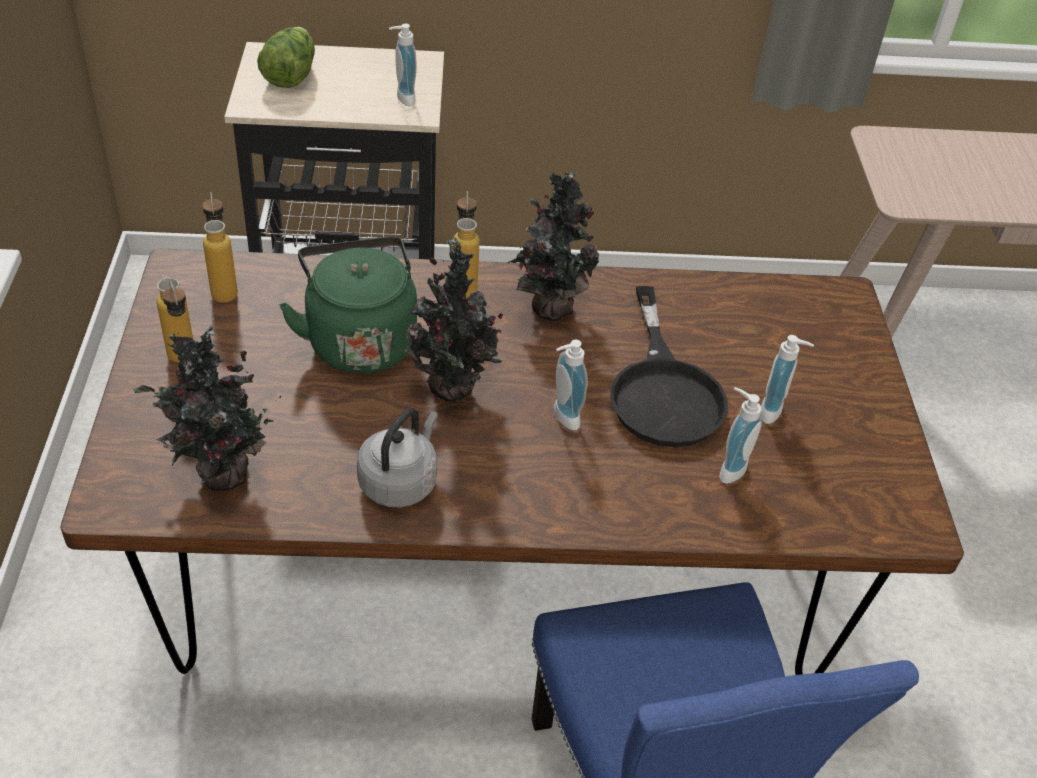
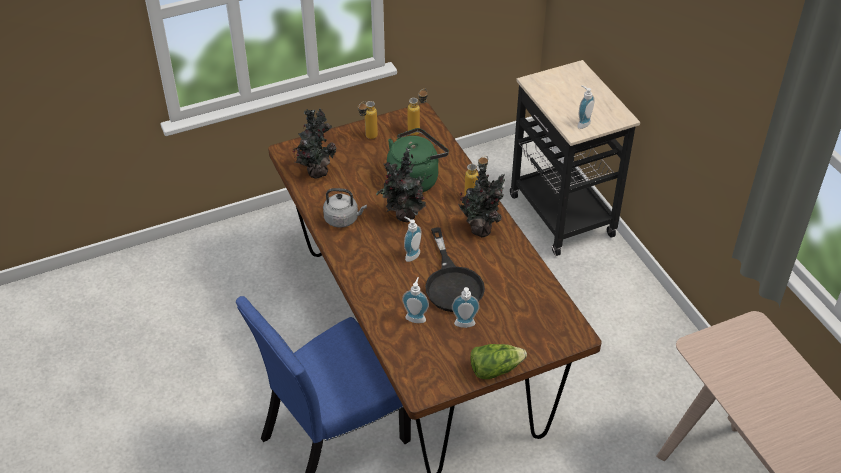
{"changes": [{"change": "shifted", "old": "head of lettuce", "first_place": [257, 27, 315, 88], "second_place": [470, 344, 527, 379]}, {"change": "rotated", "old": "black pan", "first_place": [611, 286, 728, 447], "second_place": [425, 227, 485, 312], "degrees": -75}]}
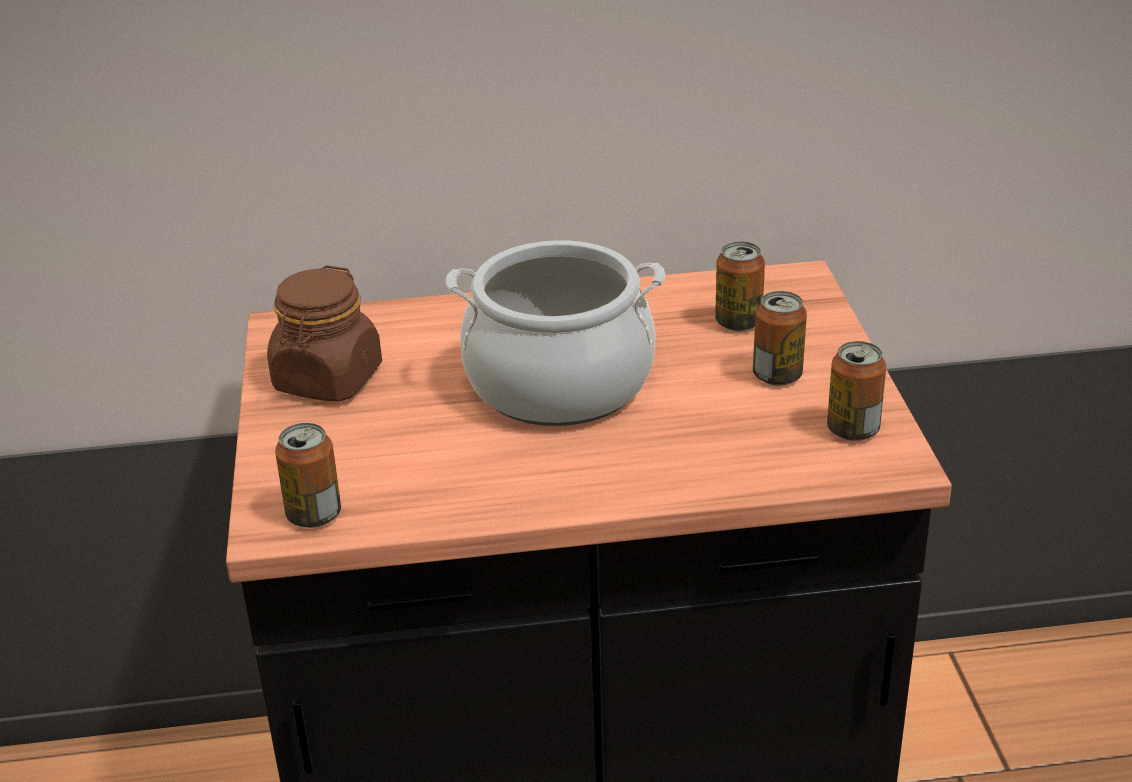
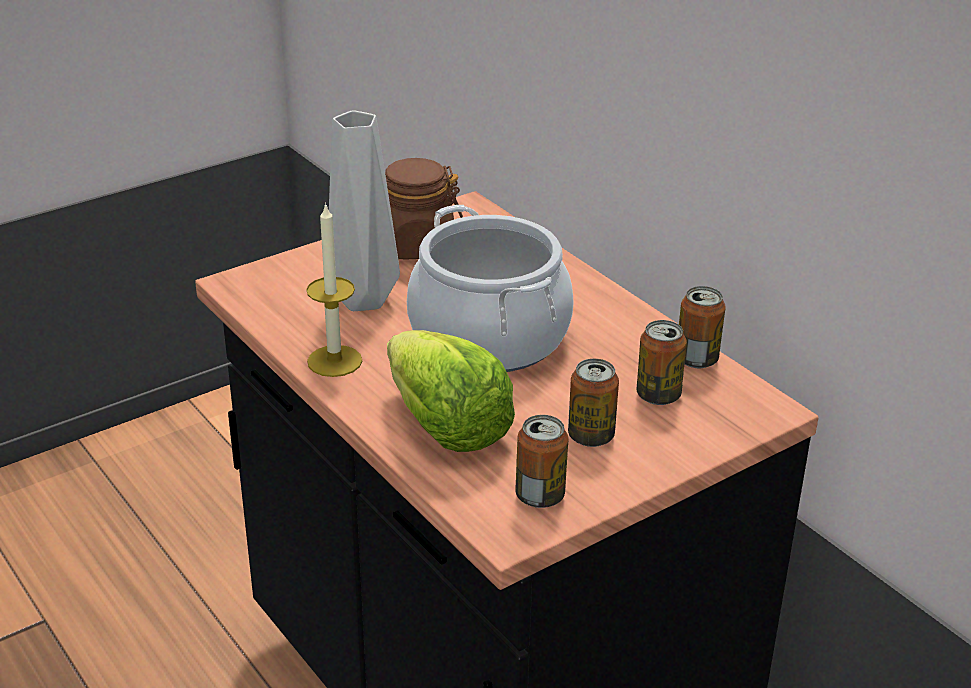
{"changes": [{"change": "shifted", "old": "metal can", "first_place": [275, 423, 341, 528], "second_place": [679, 286, 726, 368]}, {"change": "new", "new": "wax light", "second_place": [306, 202, 362, 377]}, {"change": "new", "new": "greyish decorative vase", "second_place": [329, 110, 400, 311]}, {"change": "new", "new": "head of lettuce", "second_place": [387, 330, 515, 452]}]}
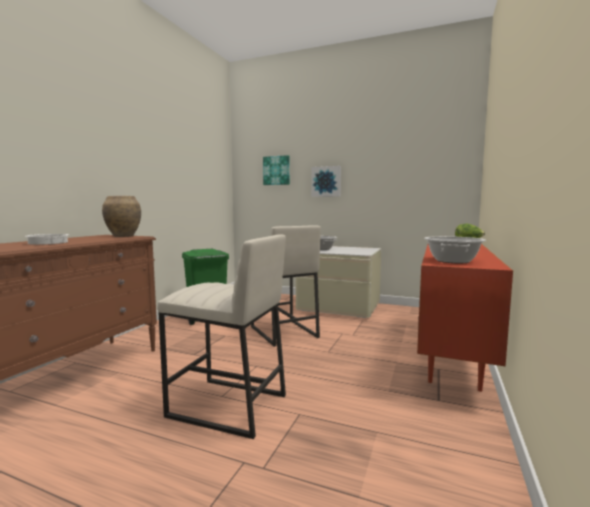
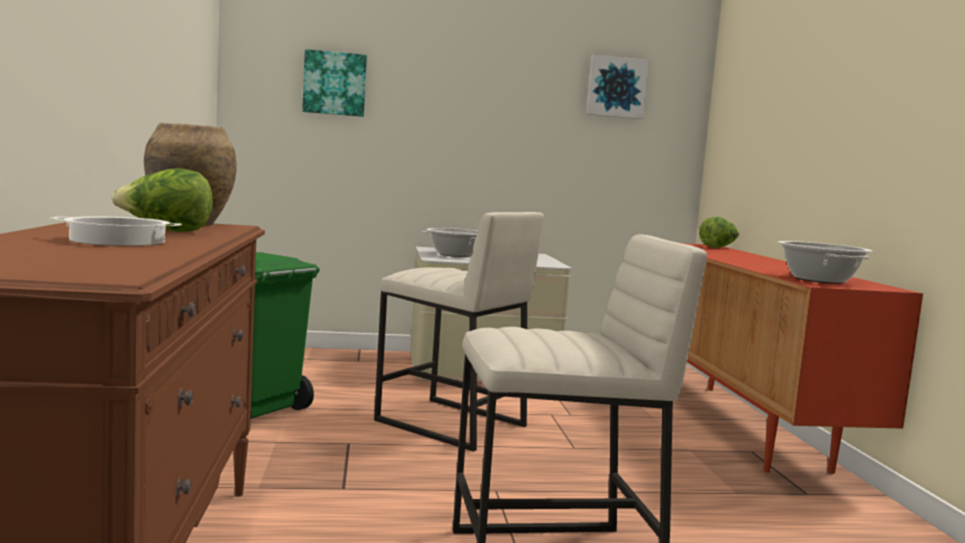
{"changes": [{"change": "shifted", "old": "picture", "first_place": [311, 166, 341, 197], "second_place": [586, 55, 649, 119]}, {"change": "new", "new": "head of lettuce", "second_place": [111, 168, 213, 232]}]}
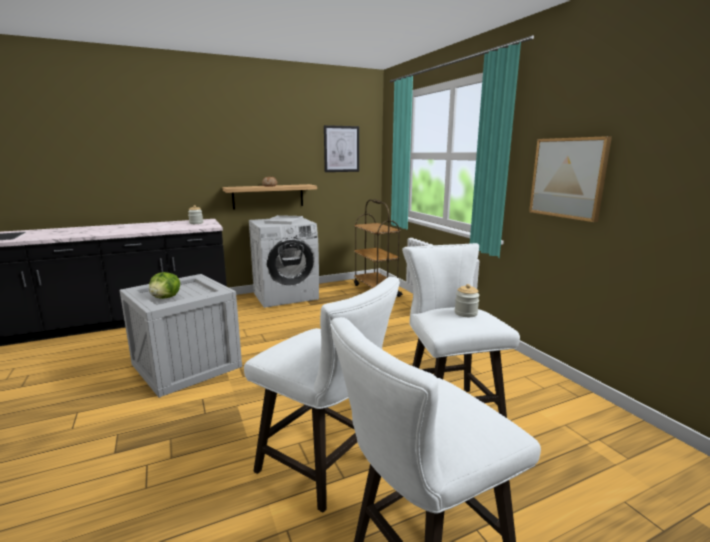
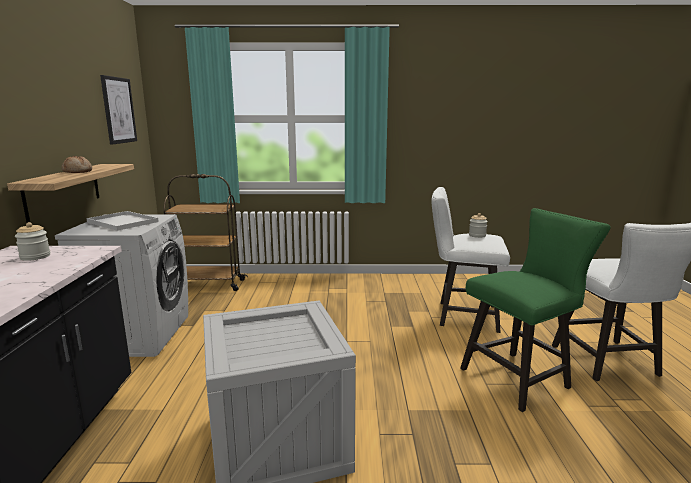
{"changes": [{"change": "gone", "old": "head of lettuce", "first_place": [149, 272, 180, 299]}, {"change": "repainted", "old": "white-coloured stool seat", "new": "green-coloured stool seat", "first_place": [244, 277, 400, 512], "second_place": [460, 208, 611, 412]}, {"change": "gone", "old": "picture", "first_place": [529, 136, 612, 222]}]}
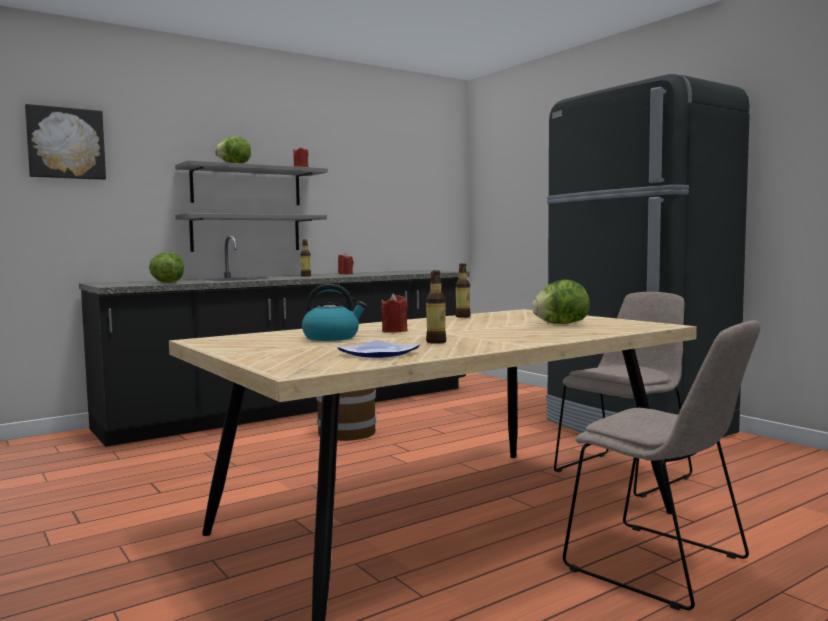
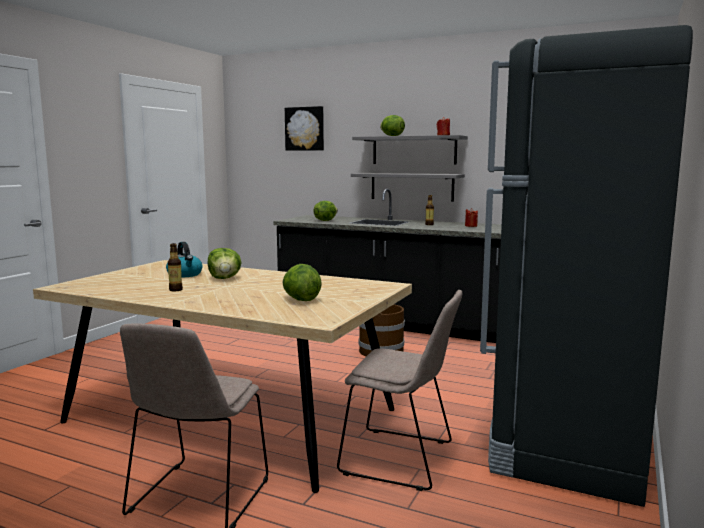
{"changes": [{"change": "gone", "old": "dinner plate", "first_place": [337, 340, 420, 358]}, {"change": "swapped", "old": "reddish wax light", "new": "head of lettuce", "first_place": [381, 294, 408, 333], "second_place": [208, 248, 242, 279]}, {"change": "gone", "old": "beverage bottle", "first_place": [455, 263, 471, 318]}]}
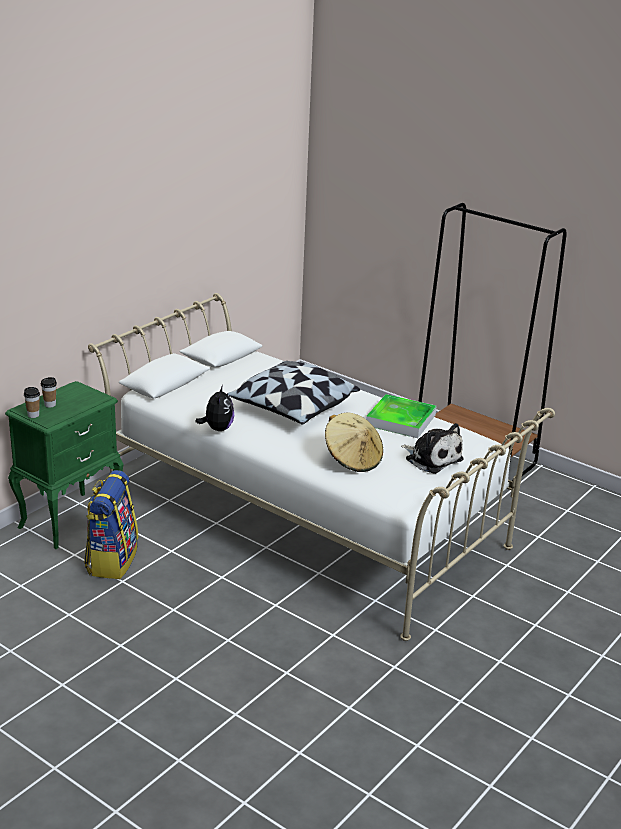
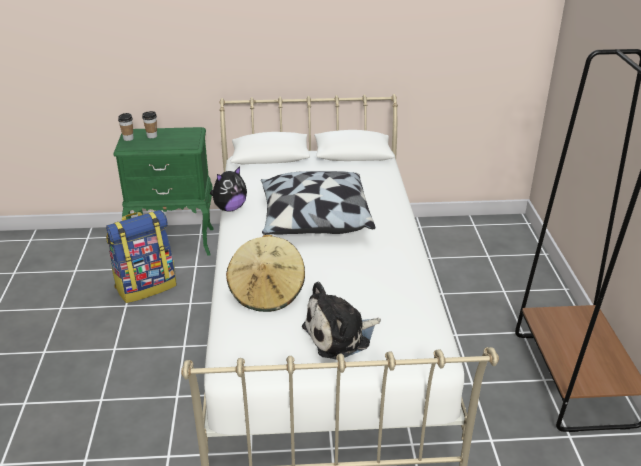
{"changes": [{"change": "gone", "old": "tray", "first_place": [366, 394, 436, 438]}, {"change": "rotated", "old": "cuddly toy", "first_place": [401, 423, 464, 474], "second_place": [302, 282, 381, 360], "degrees": 60}]}
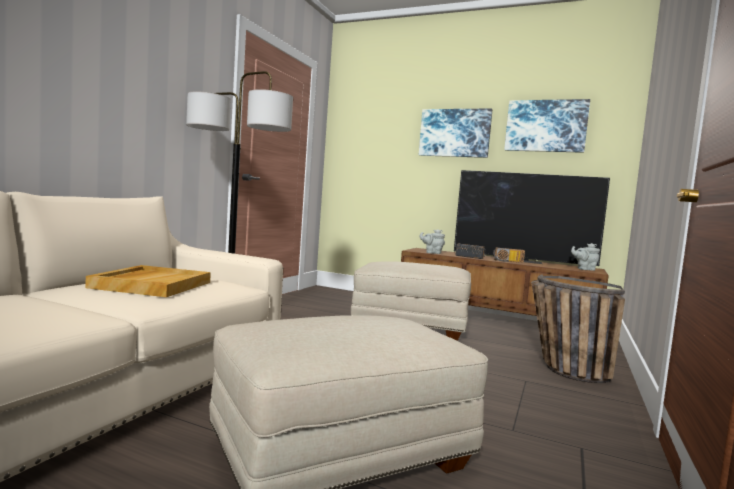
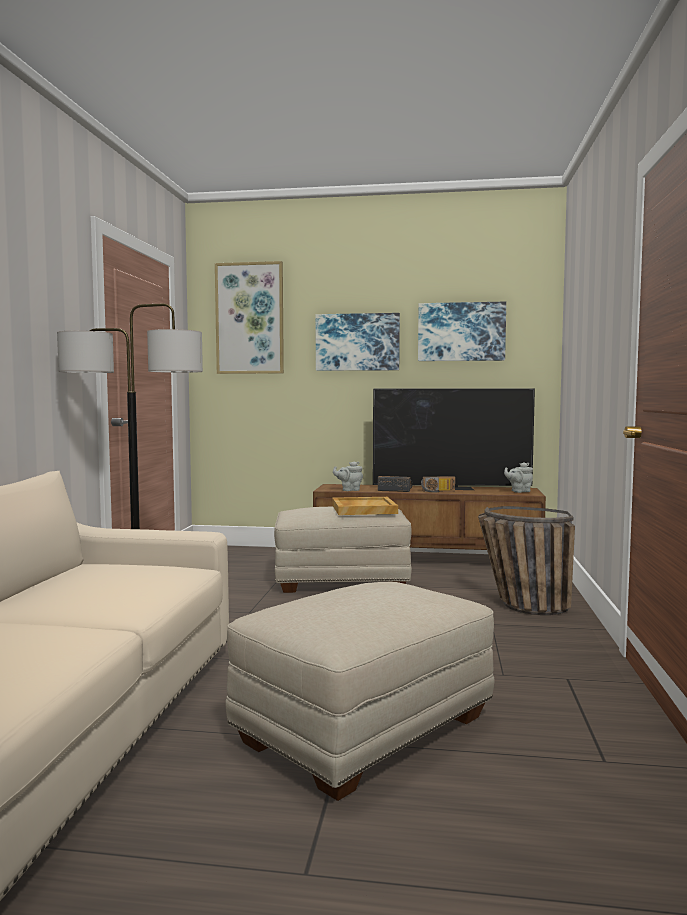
{"changes": [{"change": "shifted", "old": "beige tray", "first_place": [85, 265, 211, 297], "second_place": [332, 497, 398, 515]}, {"change": "new", "new": "picture", "second_place": [215, 261, 284, 374]}]}
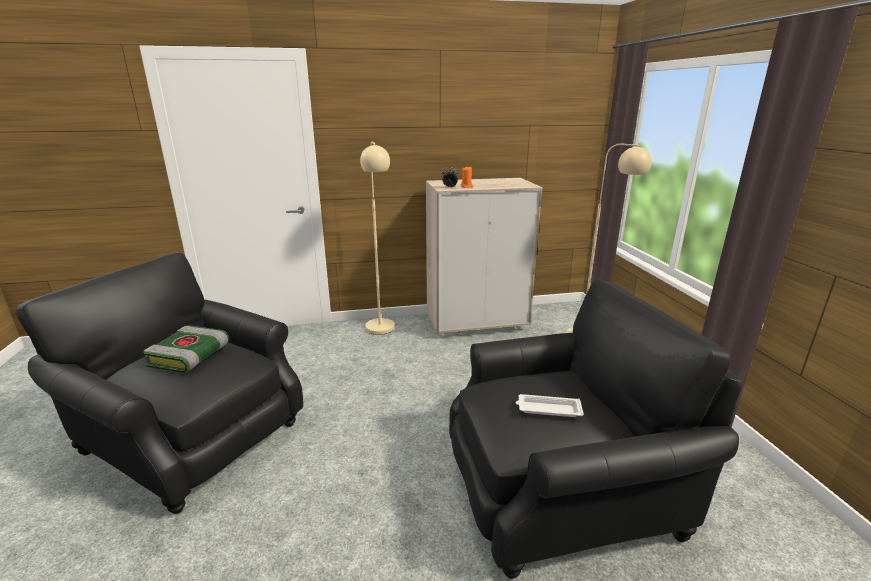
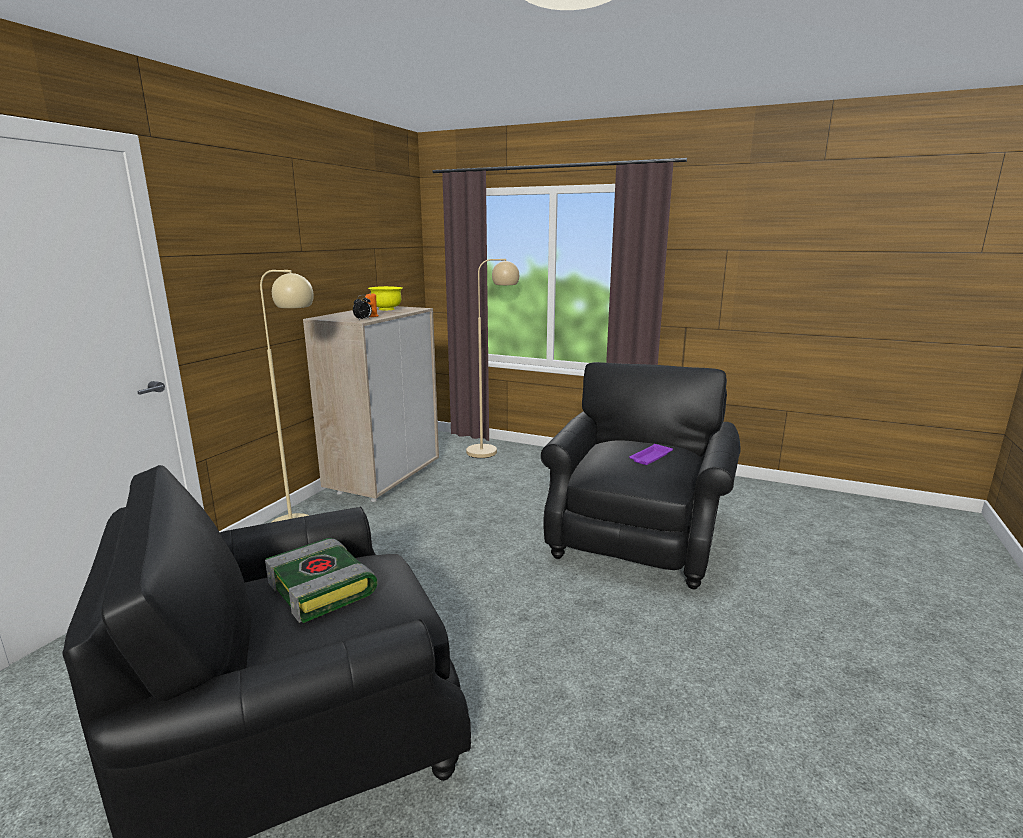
{"changes": [{"change": "repainted", "old": "white-coloured tray", "new": "purple-coloured tray", "first_place": [516, 394, 584, 417], "second_place": [629, 444, 673, 465]}, {"change": "new", "new": "yellow serving bowl", "second_place": [368, 286, 403, 310]}]}
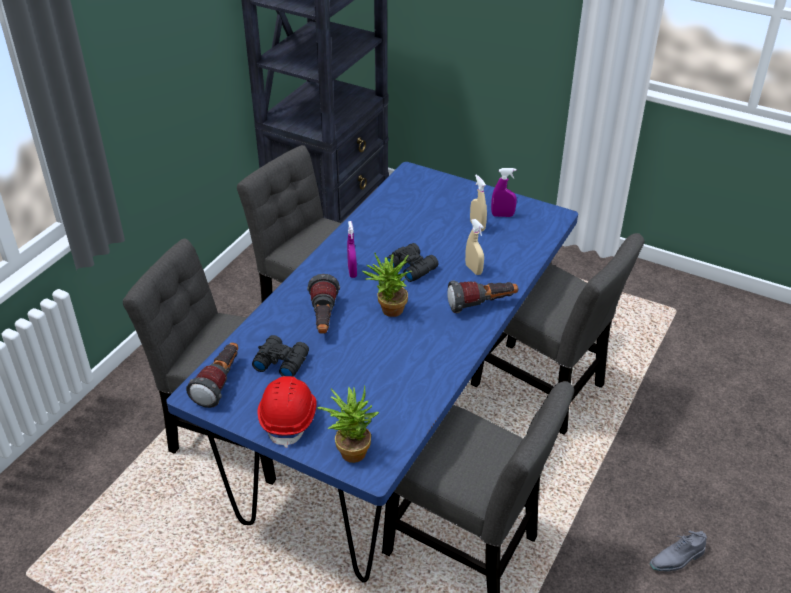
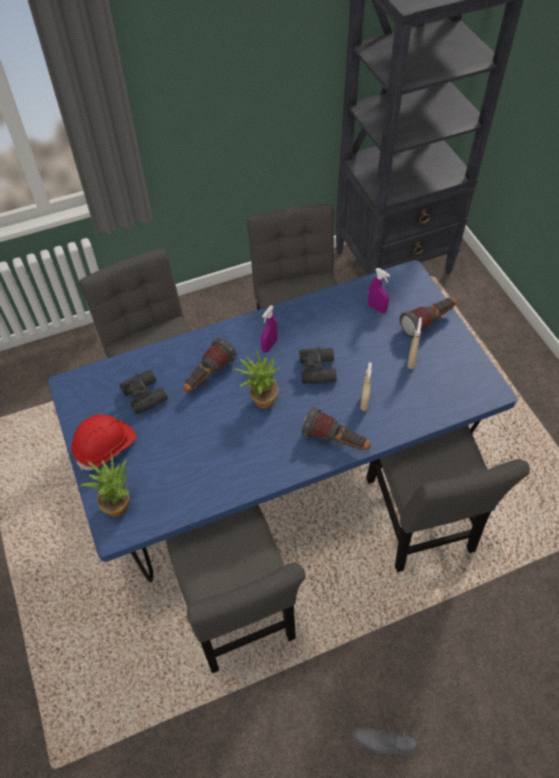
{"changes": [{"change": "shifted", "old": "flashlight", "first_place": [186, 343, 238, 408], "second_place": [400, 297, 457, 339]}, {"change": "shifted", "old": "purple-coloured hand sprayer", "first_place": [491, 168, 517, 217], "second_place": [368, 268, 390, 313]}]}
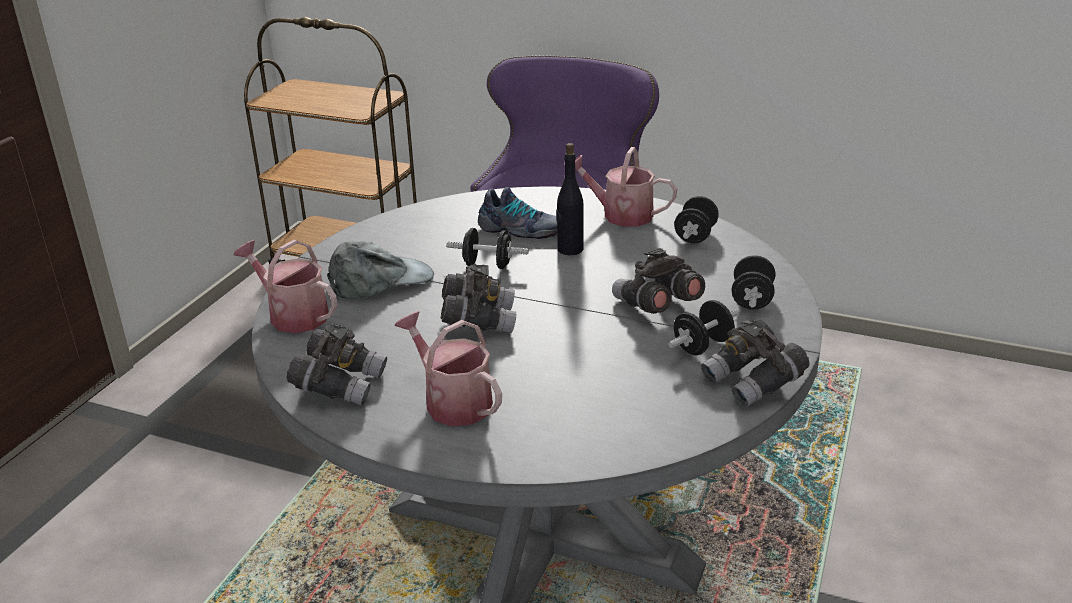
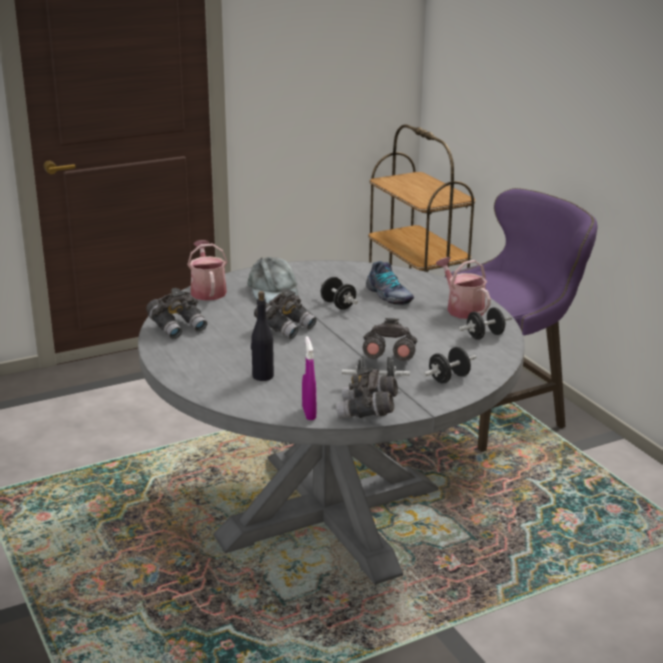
{"changes": [{"change": "rotated", "old": "greyish peaked cap", "first_place": [327, 241, 434, 298], "second_place": [247, 256, 298, 304], "degrees": 60}, {"change": "gone", "old": "sprinkling can", "first_place": [395, 311, 502, 426]}, {"change": "shifted", "old": "black beverage bottle", "first_place": [556, 143, 584, 255], "second_place": [251, 291, 274, 381]}, {"change": "new", "new": "purple-coloured hand sprayer", "second_place": [302, 336, 316, 420]}]}
